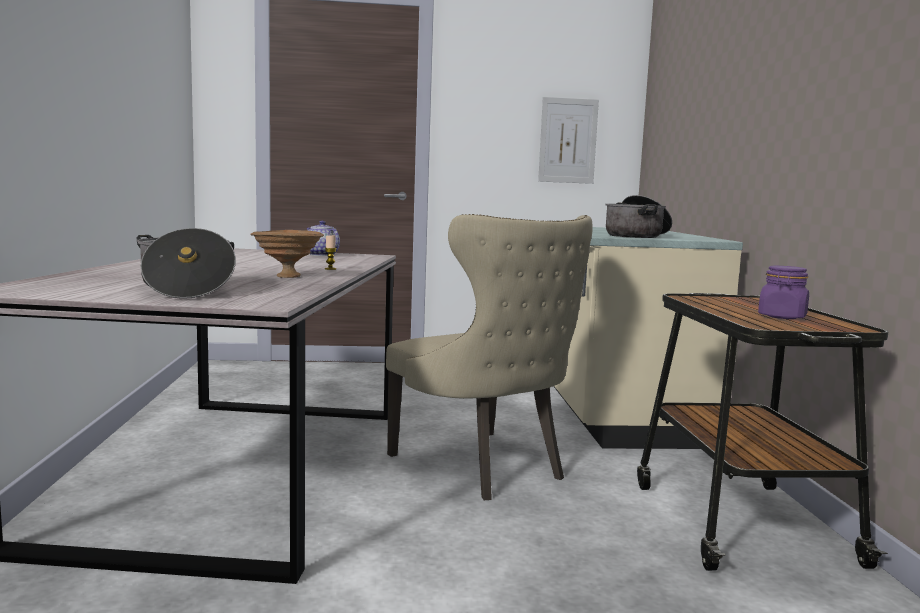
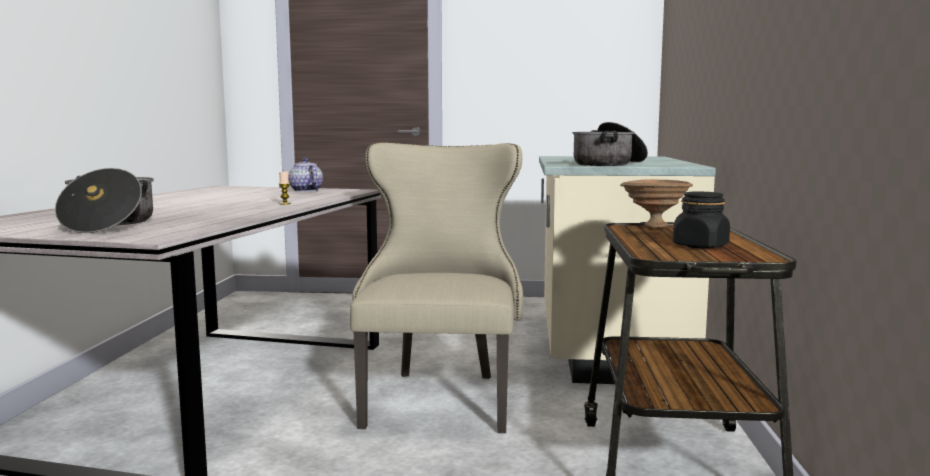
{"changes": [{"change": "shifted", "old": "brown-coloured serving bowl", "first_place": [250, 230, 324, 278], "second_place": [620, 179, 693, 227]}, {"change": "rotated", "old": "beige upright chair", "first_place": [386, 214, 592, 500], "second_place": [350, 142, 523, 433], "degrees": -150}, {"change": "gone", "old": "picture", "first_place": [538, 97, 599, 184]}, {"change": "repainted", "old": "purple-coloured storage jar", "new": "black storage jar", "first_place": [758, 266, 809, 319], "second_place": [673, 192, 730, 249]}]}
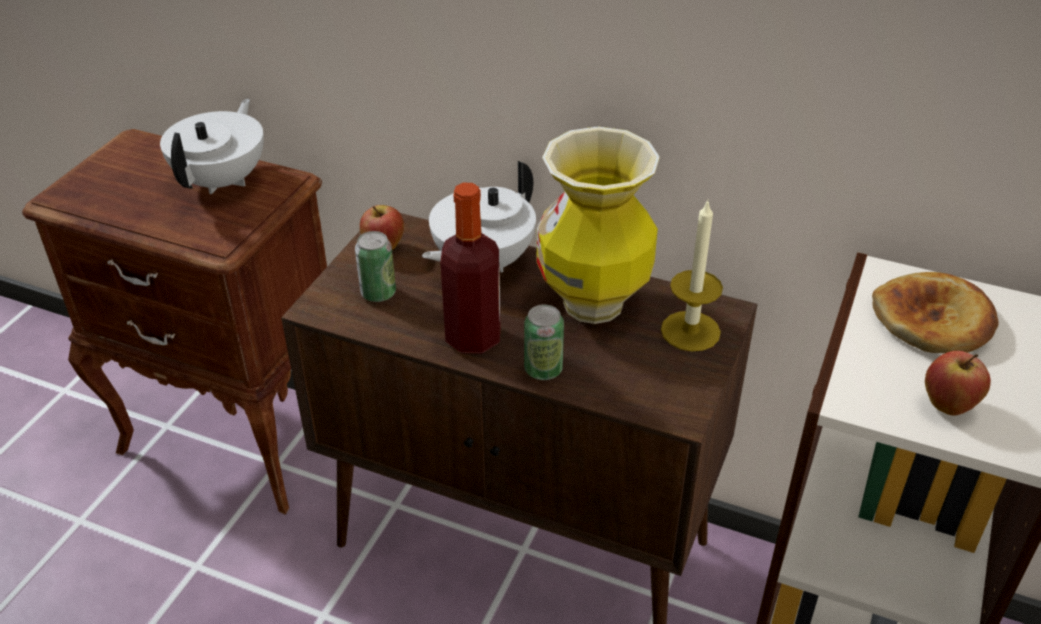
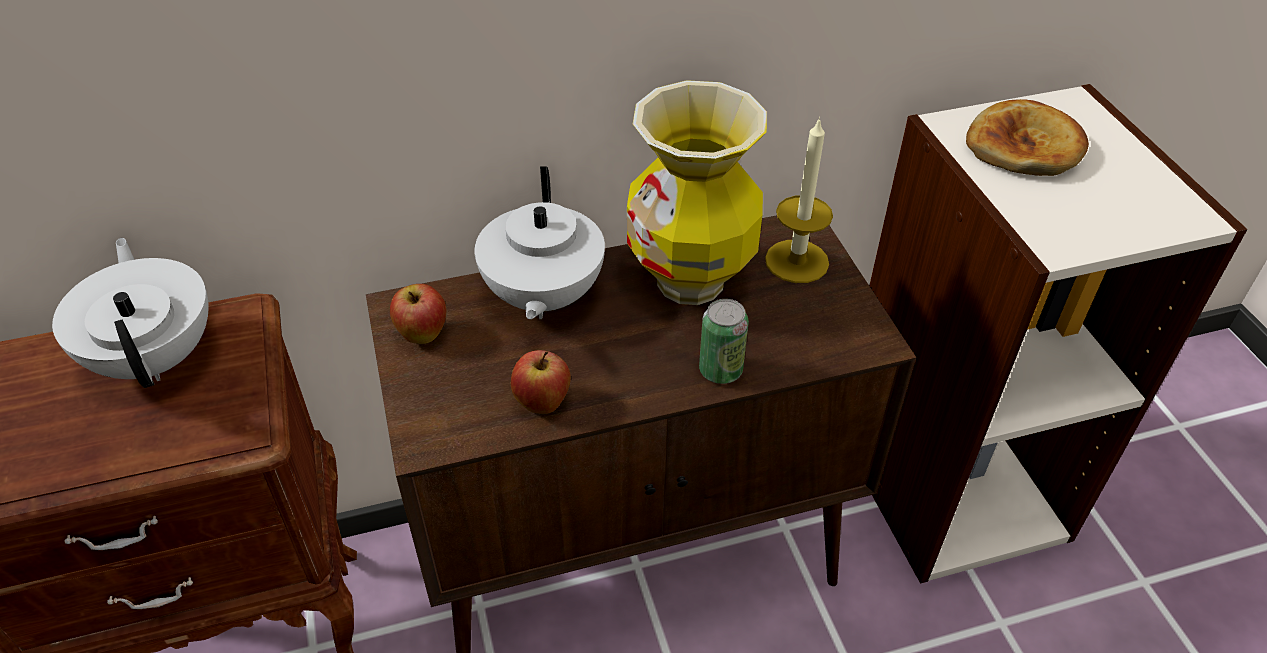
{"changes": [{"change": "gone", "old": "metal can", "first_place": [355, 231, 396, 302]}, {"change": "gone", "old": "beverage bottle", "first_place": [440, 183, 501, 354]}, {"change": "shifted", "old": "whole apple", "first_place": [925, 351, 991, 416], "second_place": [511, 350, 571, 414]}]}
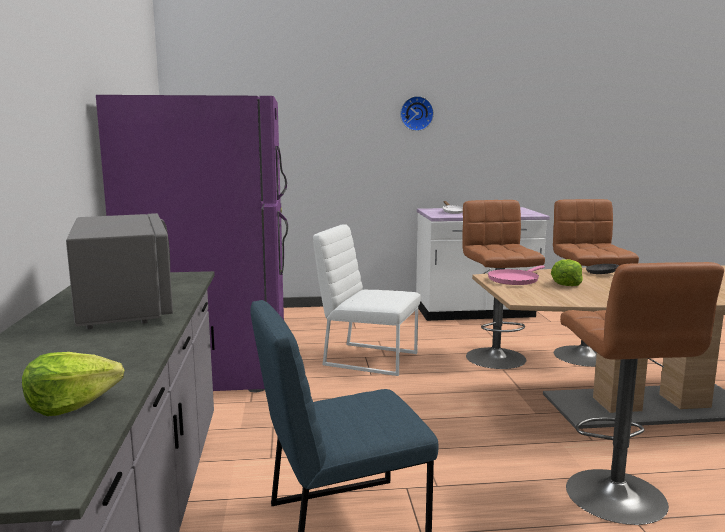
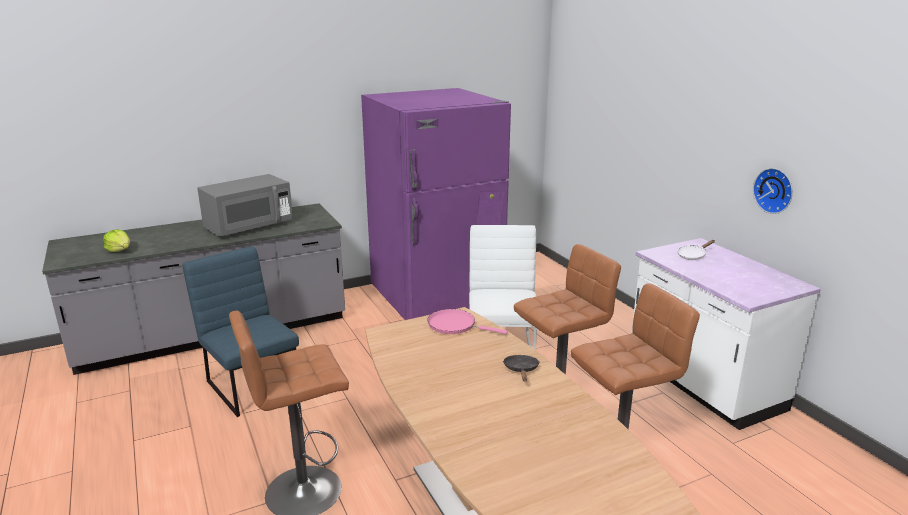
{"changes": [{"change": "shifted", "old": "hanging clock", "first_place": [400, 96, 434, 131], "second_place": [753, 168, 793, 214]}, {"change": "gone", "old": "head of lettuce", "first_place": [551, 259, 583, 286]}]}
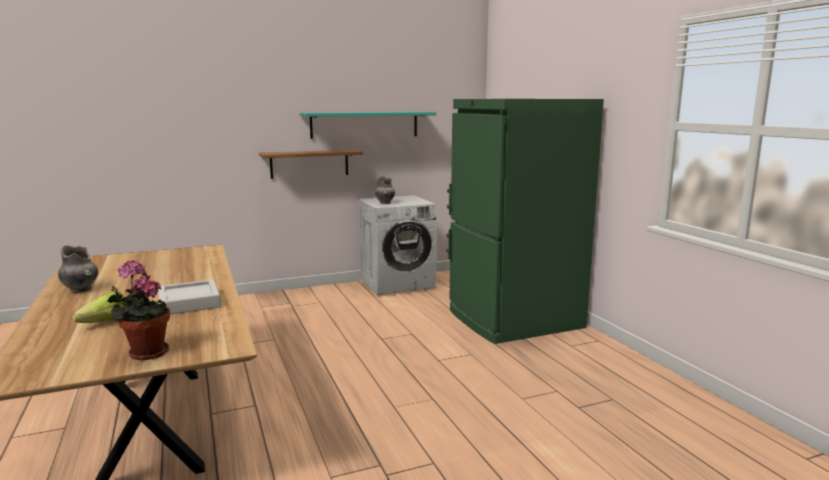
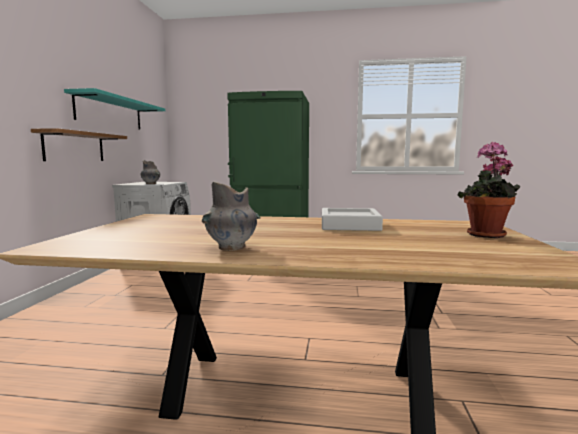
{"changes": [{"change": "gone", "old": "head of lettuce", "first_place": [73, 291, 125, 323]}]}
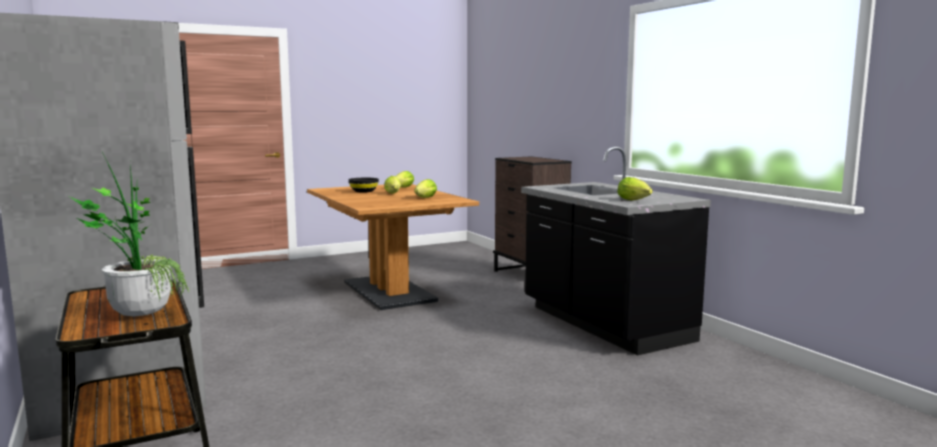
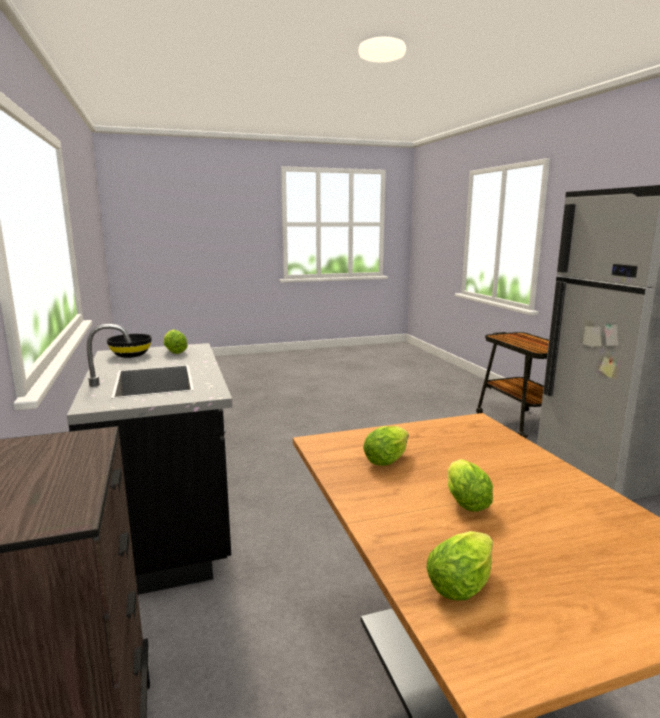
{"changes": [{"change": "gone", "old": "potted plant", "first_place": [70, 152, 189, 317]}, {"change": "shifted", "old": "black serving bowl", "first_place": [349, 178, 379, 193], "second_place": [107, 334, 152, 358]}]}
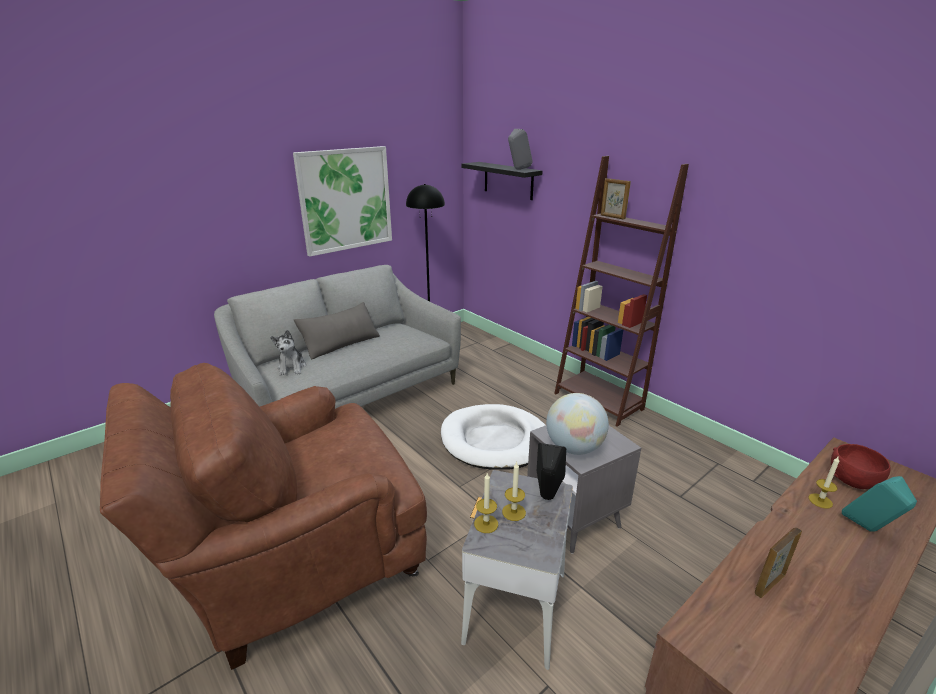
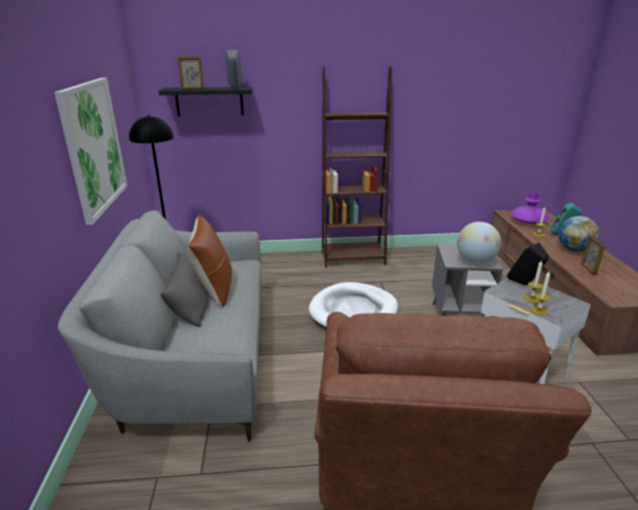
{"changes": [{"change": "gone", "old": "cuddly toy", "first_place": [271, 330, 306, 376]}, {"change": "shifted", "old": "photo frame", "first_place": [601, 178, 631, 219], "second_place": [177, 57, 204, 90]}, {"change": "swapped", "old": "reddish serving bowl", "new": "purple-coloured decorative vase", "first_place": [831, 444, 891, 489], "second_place": [511, 191, 549, 224]}, {"change": "new", "new": "brown-coloured cushion", "second_place": [187, 215, 232, 307]}, {"change": "new", "new": "desk globe", "second_place": [558, 216, 600, 252]}]}
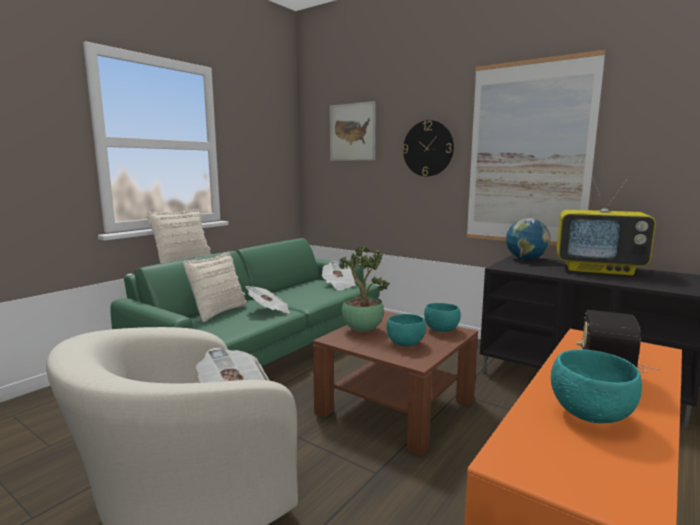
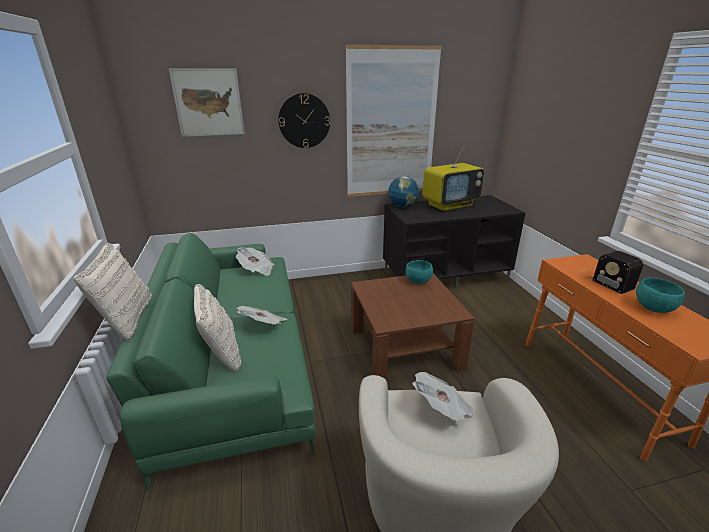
{"changes": [{"change": "gone", "old": "potted plant", "first_place": [339, 246, 390, 332]}, {"change": "gone", "old": "blue-green serving bowl", "first_place": [387, 314, 426, 346]}]}
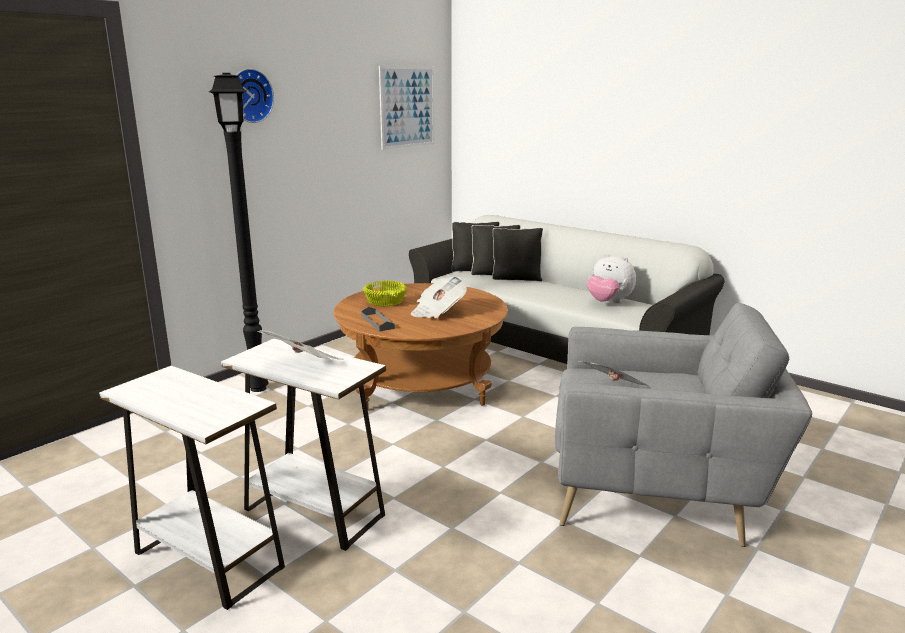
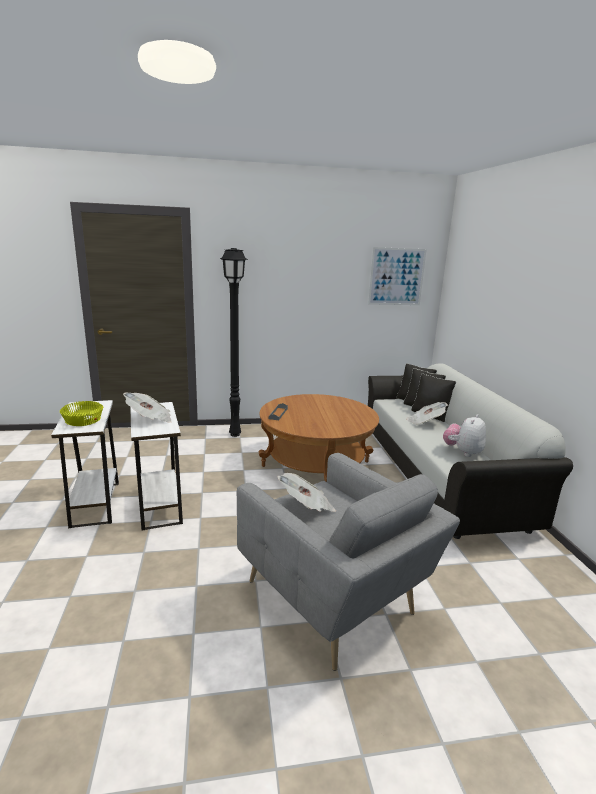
{"changes": [{"change": "gone", "old": "hanging clock", "first_place": [236, 69, 274, 123]}, {"change": "shifted", "old": "yellow serving bowl", "first_place": [363, 280, 407, 306], "second_place": [59, 401, 103, 426]}, {"change": "shifted", "old": "daily paper", "first_place": [411, 276, 467, 318], "second_place": [406, 402, 448, 425]}, {"change": "rotated", "old": "cuddly toy", "first_place": [587, 253, 636, 303], "second_place": [443, 414, 486, 457], "degrees": 45}]}
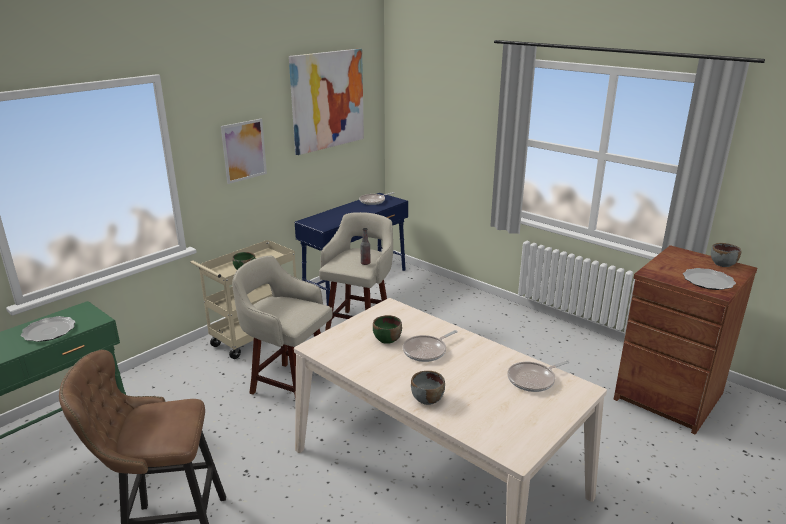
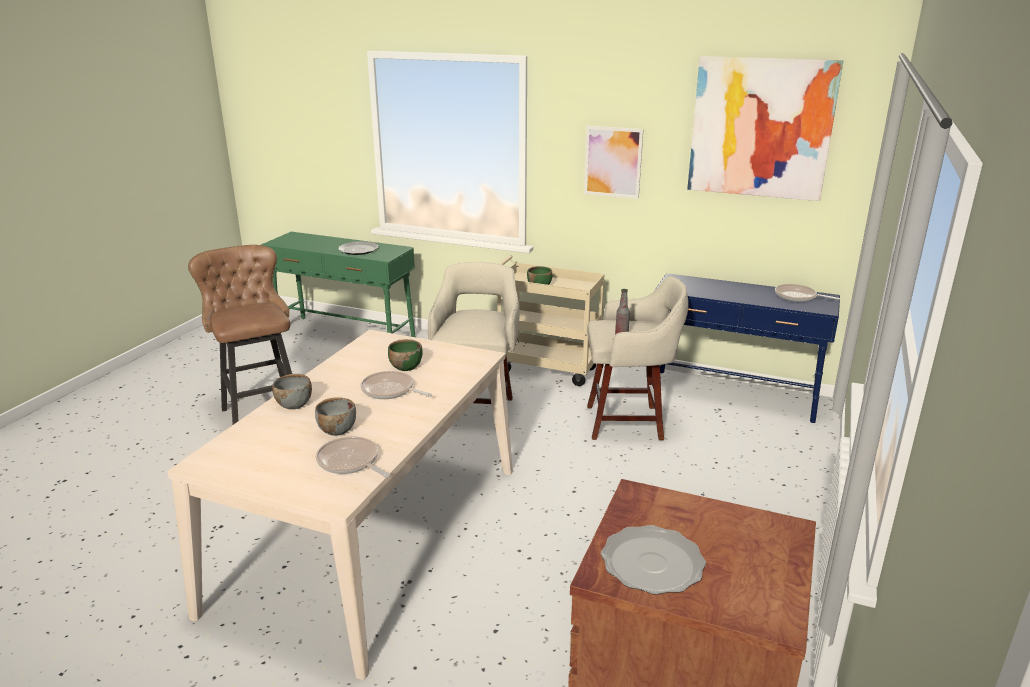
{"changes": [{"change": "shifted", "old": "greyish serving bowl", "first_place": [711, 243, 741, 267], "second_place": [315, 398, 356, 436]}]}
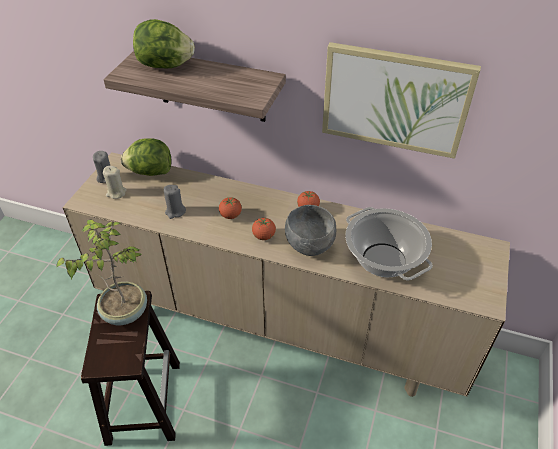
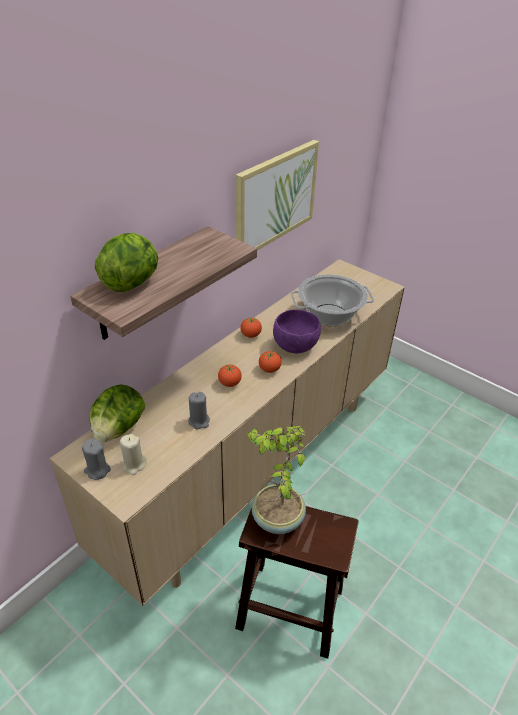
{"changes": [{"change": "repainted", "old": "greyish serving bowl", "new": "purple-coloured serving bowl", "first_place": [285, 205, 336, 256], "second_place": [273, 309, 321, 353]}]}
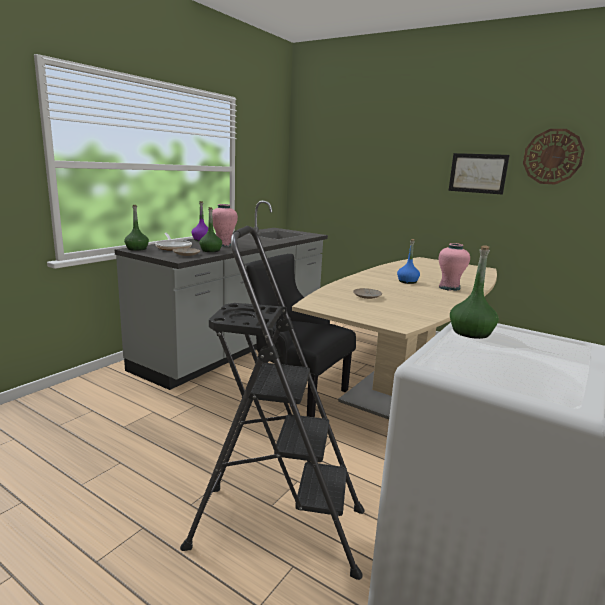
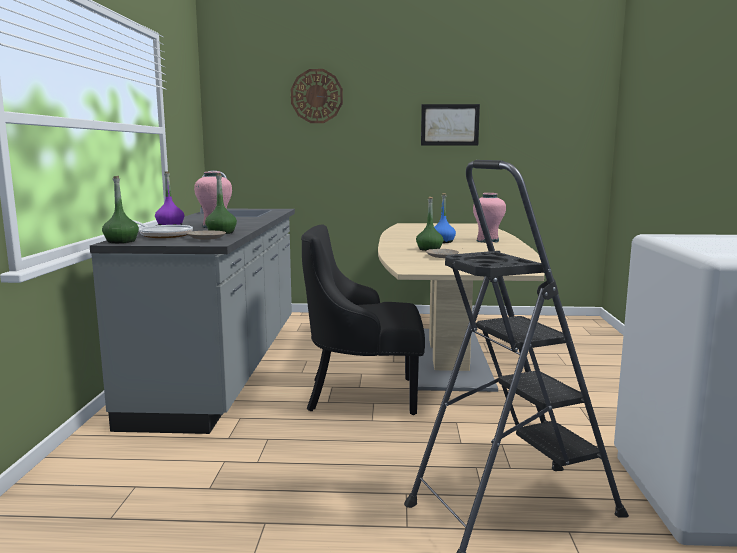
{"changes": [{"change": "shifted", "old": "green-coloured beverage bottle", "first_place": [450, 246, 499, 339], "second_place": [416, 197, 443, 251]}, {"change": "shifted", "old": "hanging clock", "first_place": [523, 129, 585, 185], "second_place": [291, 69, 343, 123]}]}
